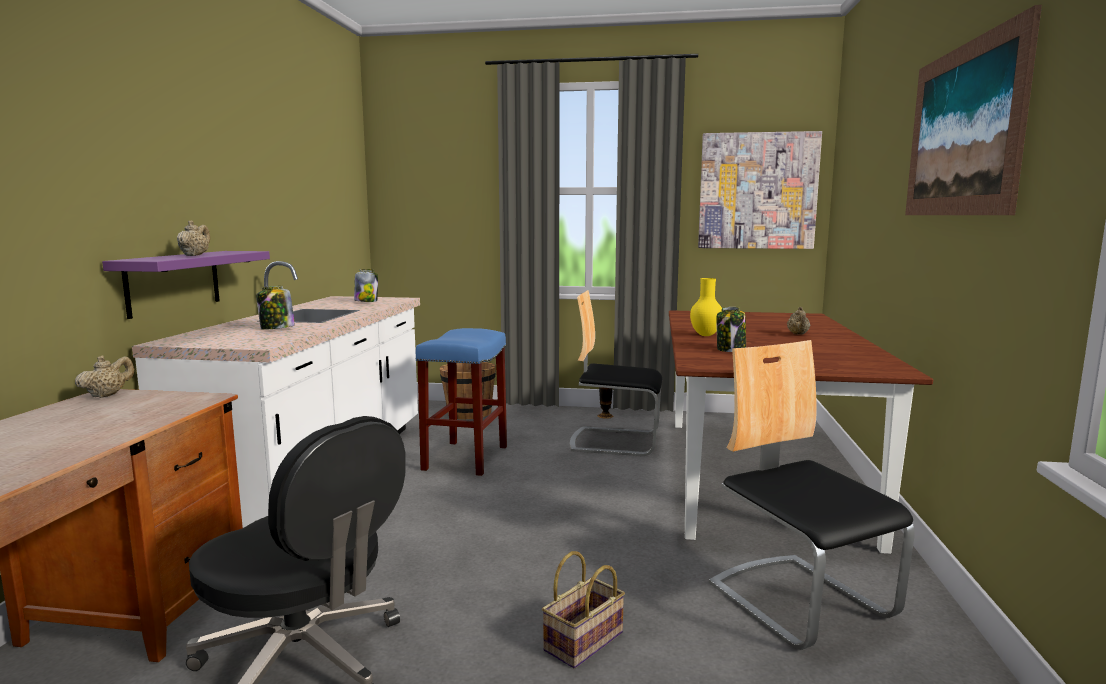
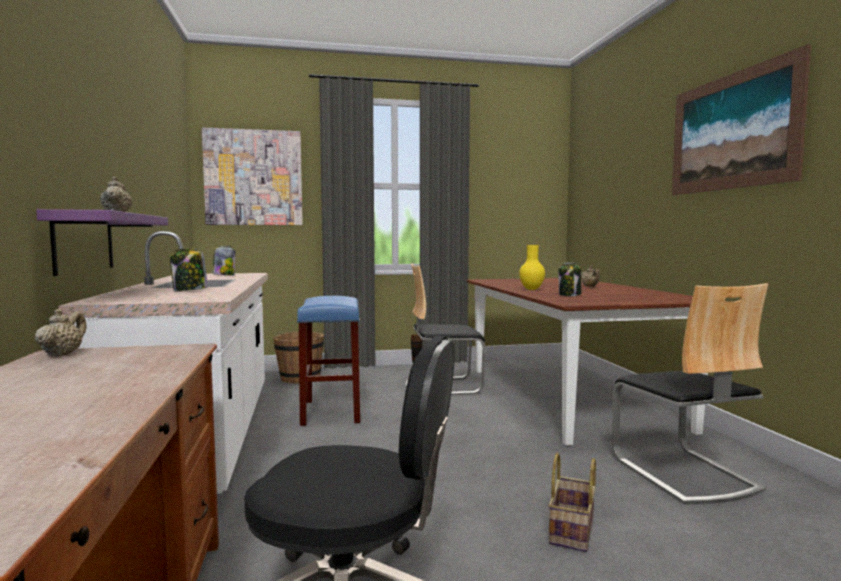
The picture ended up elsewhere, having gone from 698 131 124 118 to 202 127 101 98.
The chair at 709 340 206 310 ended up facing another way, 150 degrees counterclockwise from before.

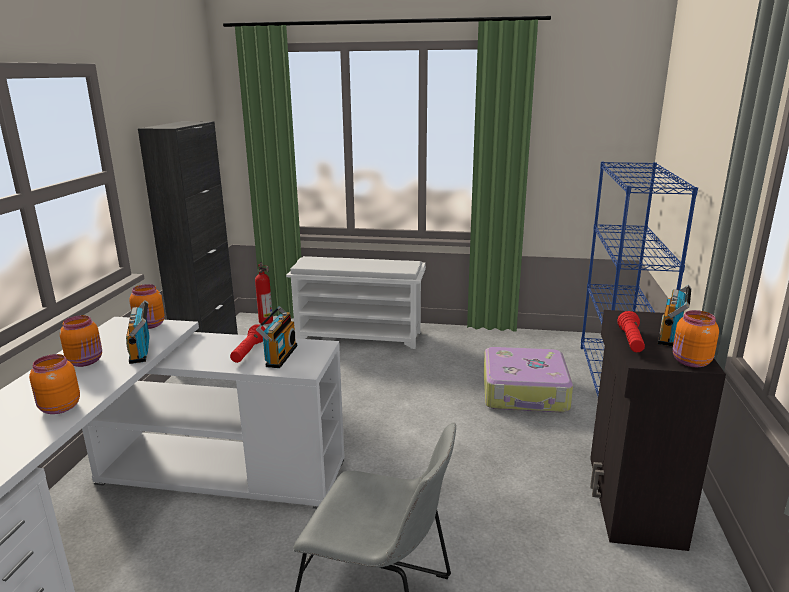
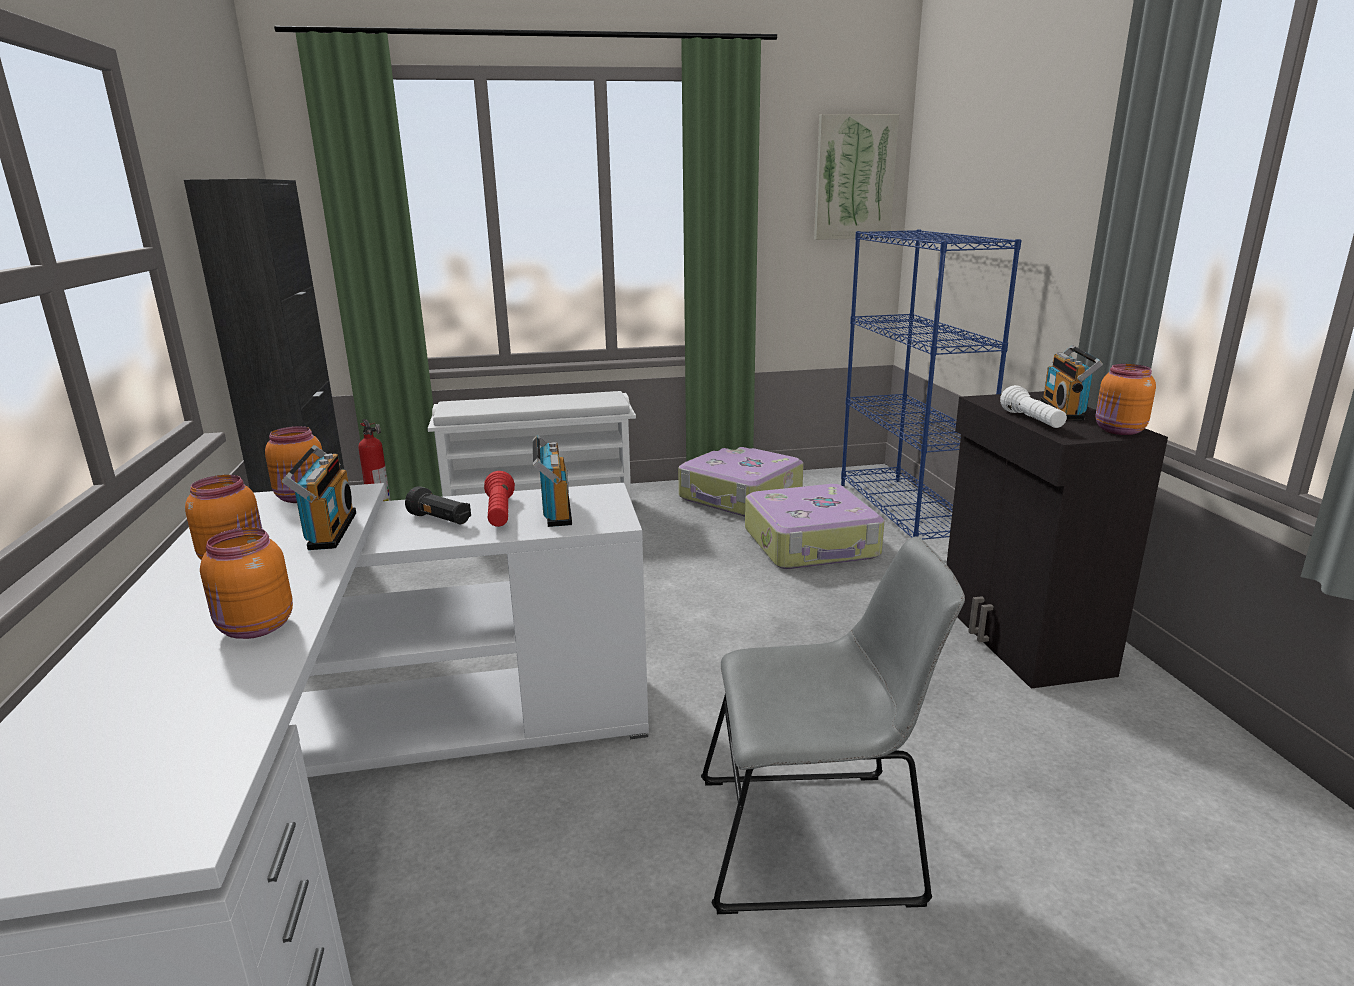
The radio at 126 300 24 64 ended up facing another way, 150 degrees counterclockwise from before.
The second view gained the black_flashlight at 405 486 66 38.
The second view gained the suitcase at 678 447 126 70.
The second view gained the picture at 814 114 85 126.
What was the red_flashlight at 618 311 27 41 turned into the white_flashlight at 1000 385 67 43.

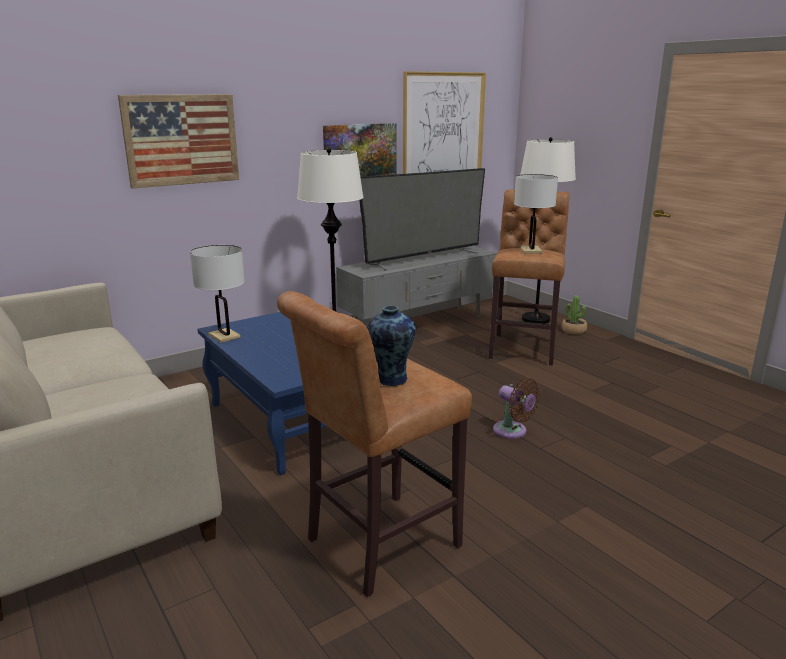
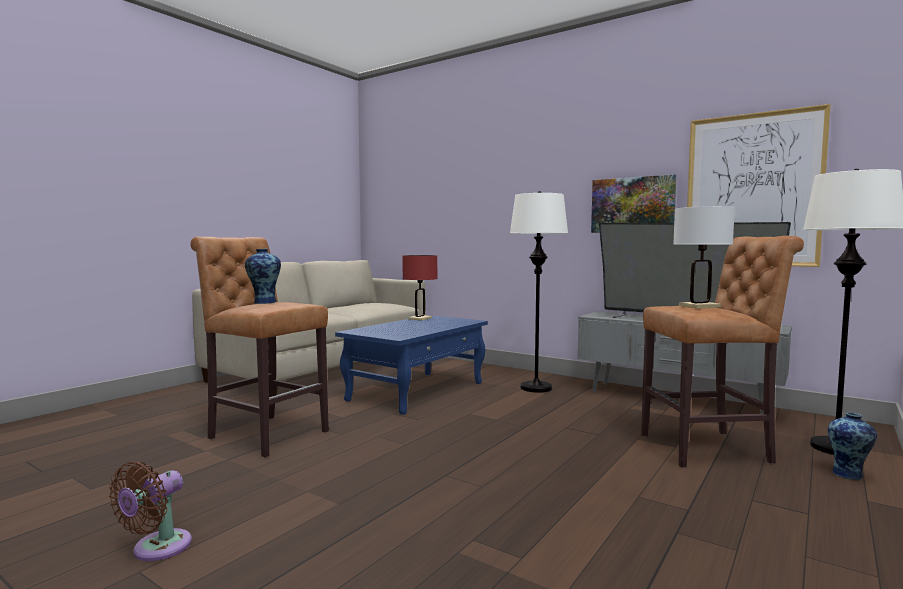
The brown_fan ended up elsewhere, having gone from 493 378 48 61 to 109 462 83 99.
What was the white_table_lamp at 190 245 55 98 turned into the red_table_lamp at 402 255 35 66.
Where the potted_plant stood at 562 295 25 40, the vase came to stand at 828 412 49 68.
The second view lost the picture at 118 94 121 95.

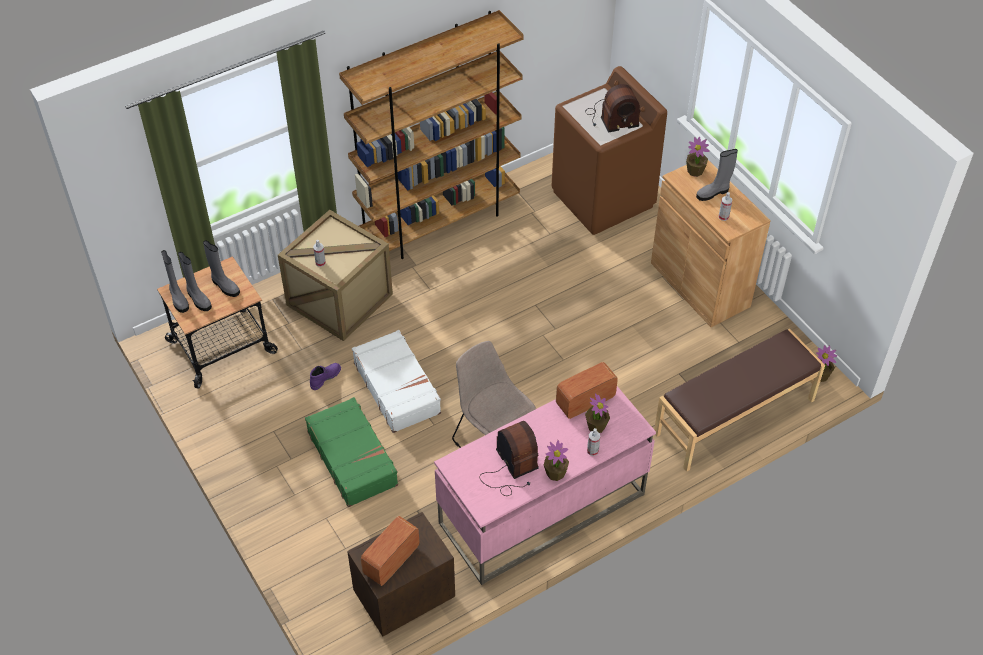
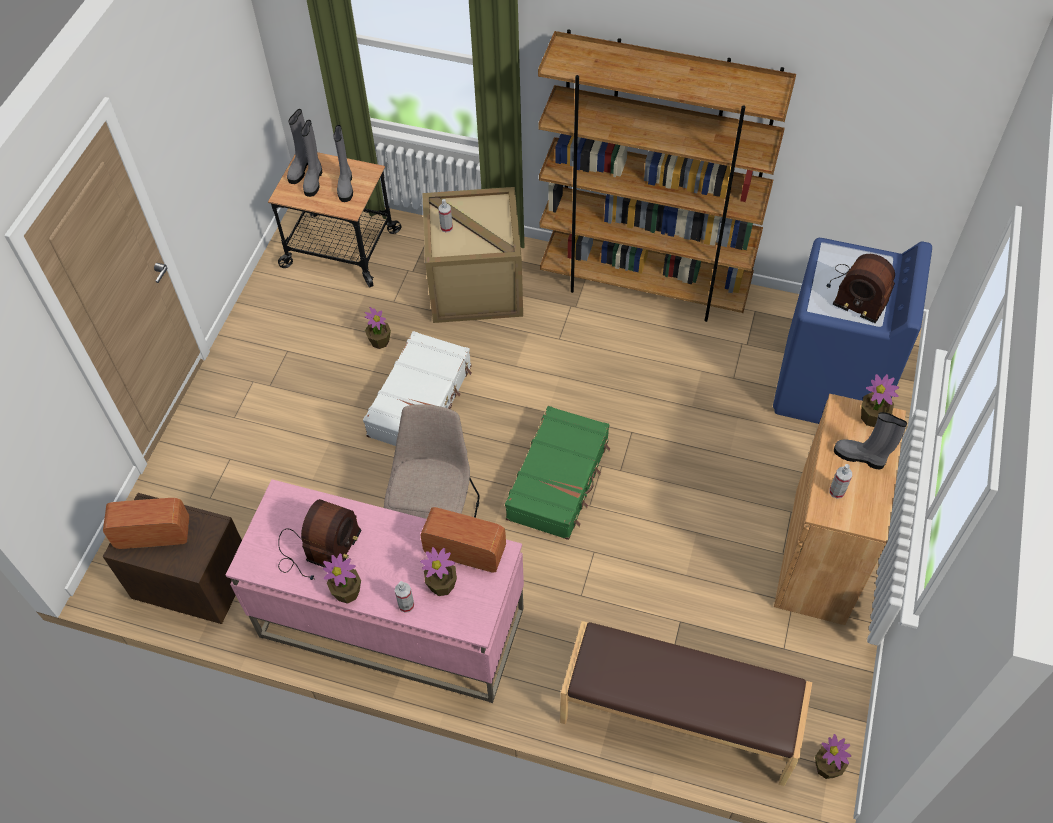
Where the purple_boot stood at 310 363 31 27, the potted_plant came to stand at 364 307 27 42.
The green_suitcase ended up elsewhere, having gone from 305 397 93 110 to 505 406 105 134.
What was the brown_washing_machine at 551 66 116 169 turned into the blue_washing_machine at 773 238 159 186.

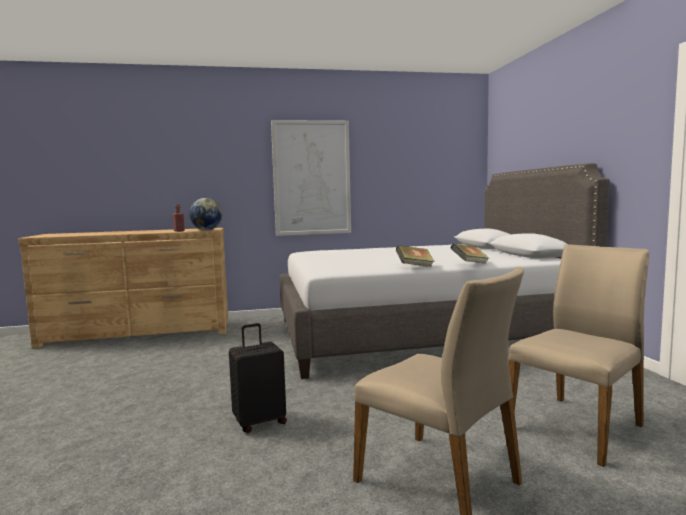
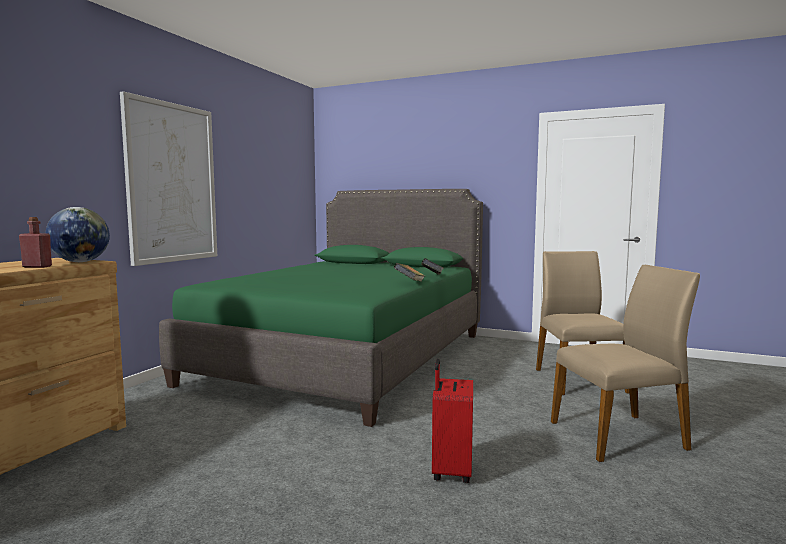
What was the grey_bed at 280 163 330 216 turned into the green_bed at 159 189 324 238.
What was the black_suitcase at 229 323 58 110 turned into the red_suitcase at 432 359 41 124.

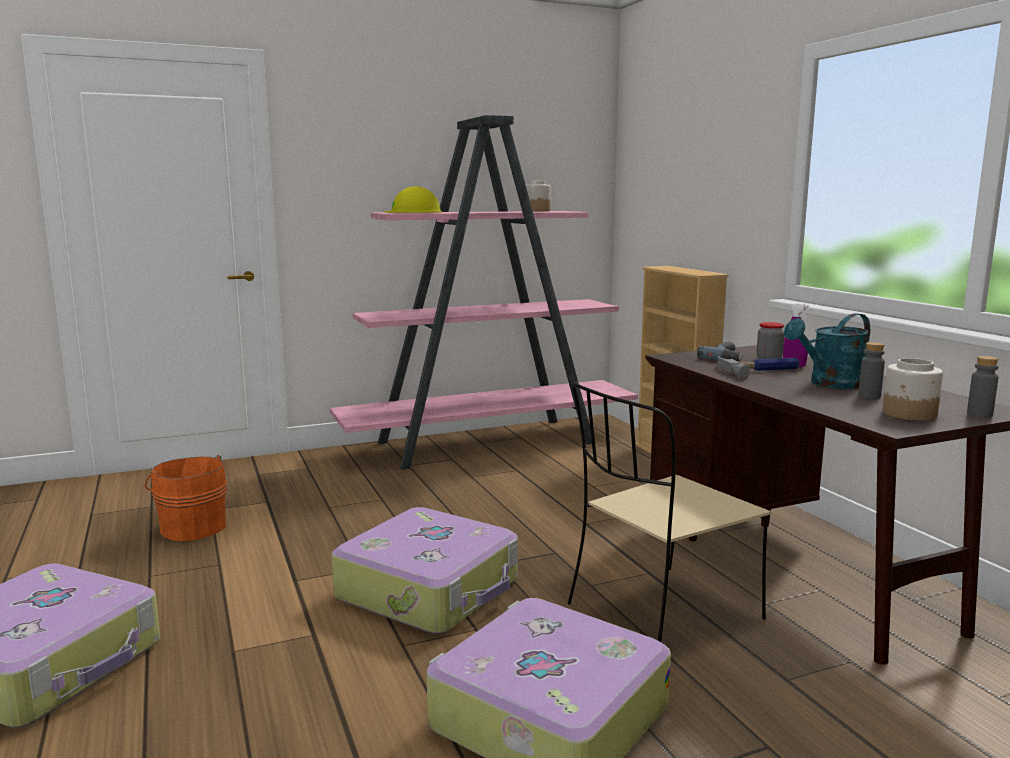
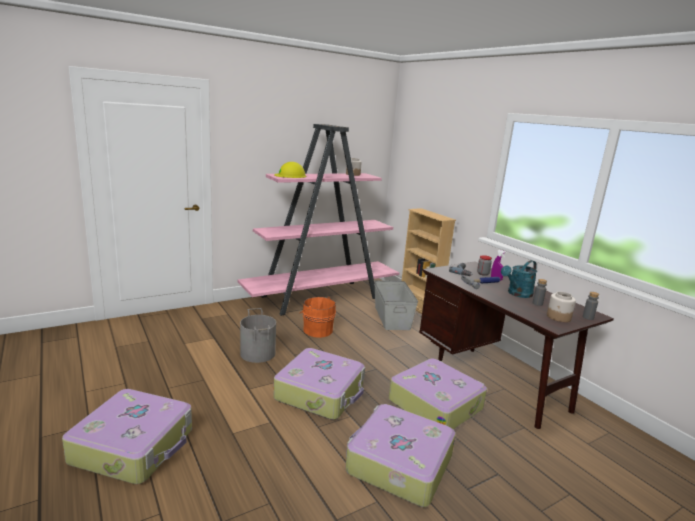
The second view gained the grey_bucket at 240 308 36 55.
The orange_bucket ended up elsewhere, having gone from 145 455 82 86 to 300 296 36 42.
The second view gained the grey_storage_box at 374 281 44 49.
Where the beige_chair stood at 568 383 202 259, the suitcase came to stand at 389 359 98 70.

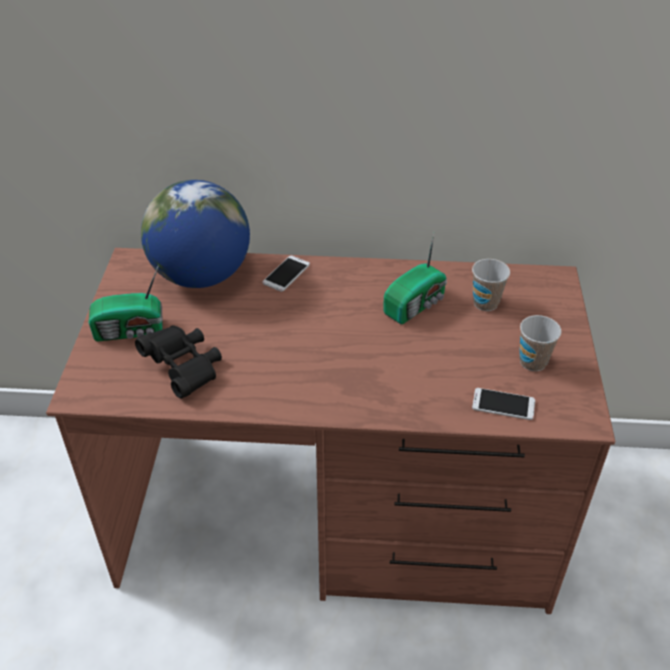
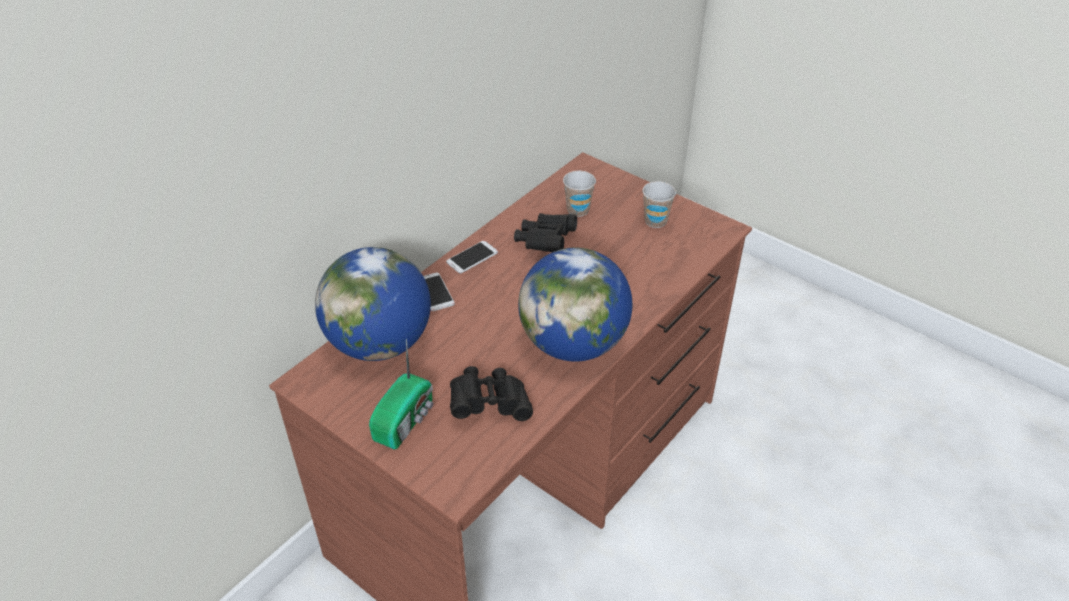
The phone ended up elsewhere, having gone from 472 388 63 32 to 446 241 52 32.
Where the radio stood at 383 230 64 94, the black_binoculars came to stand at 514 213 63 39.
The second view gained the globe at 518 247 115 115.

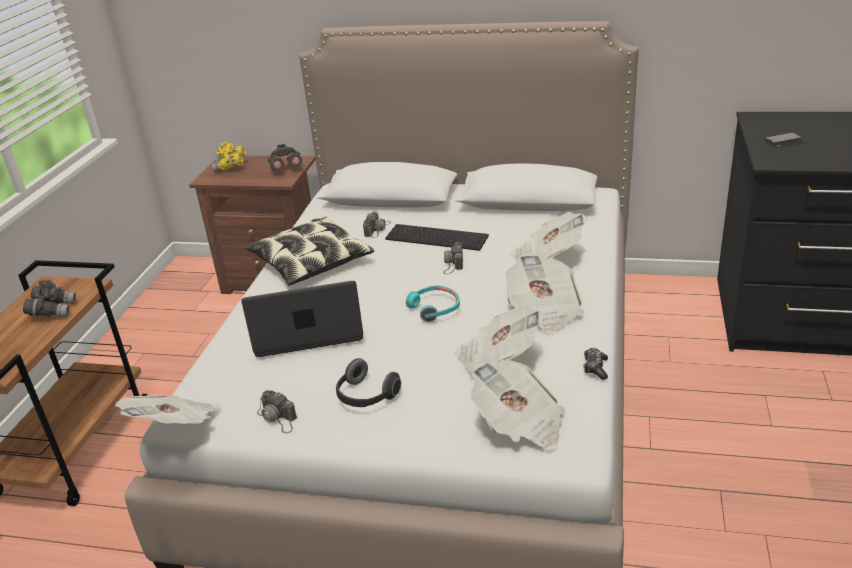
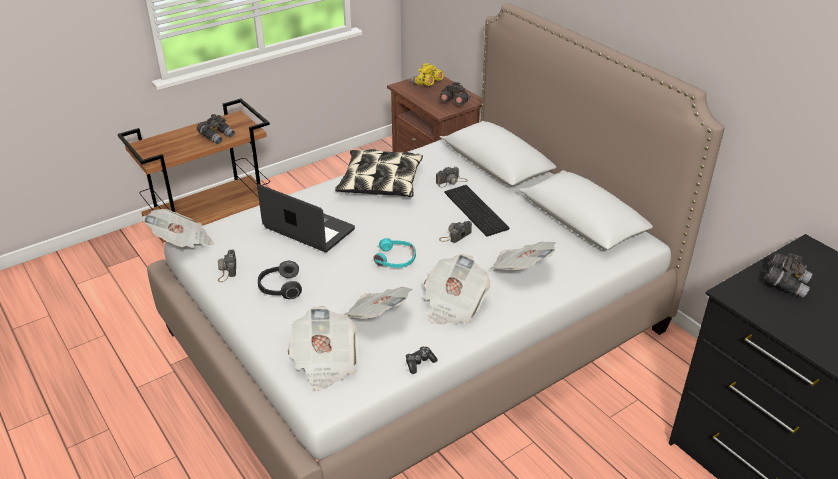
Where the phone stood at 765 132 40 16, the grey_binoculars came to stand at 765 253 48 45.

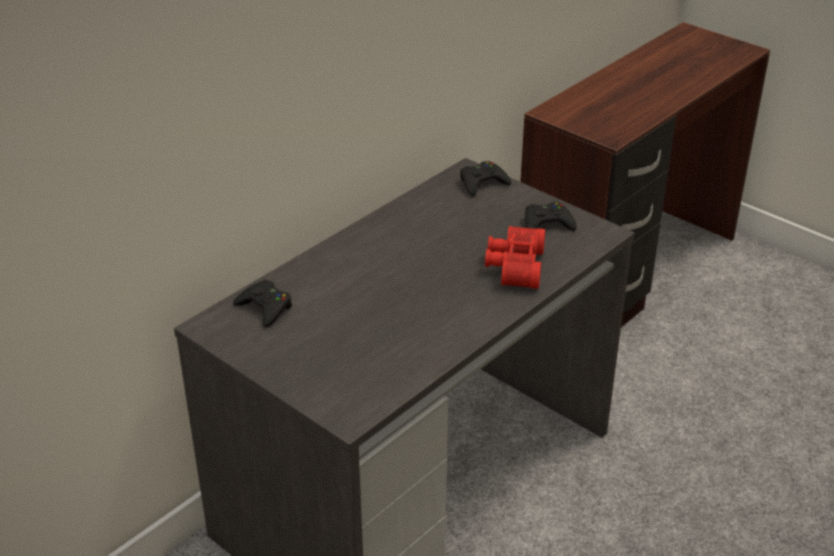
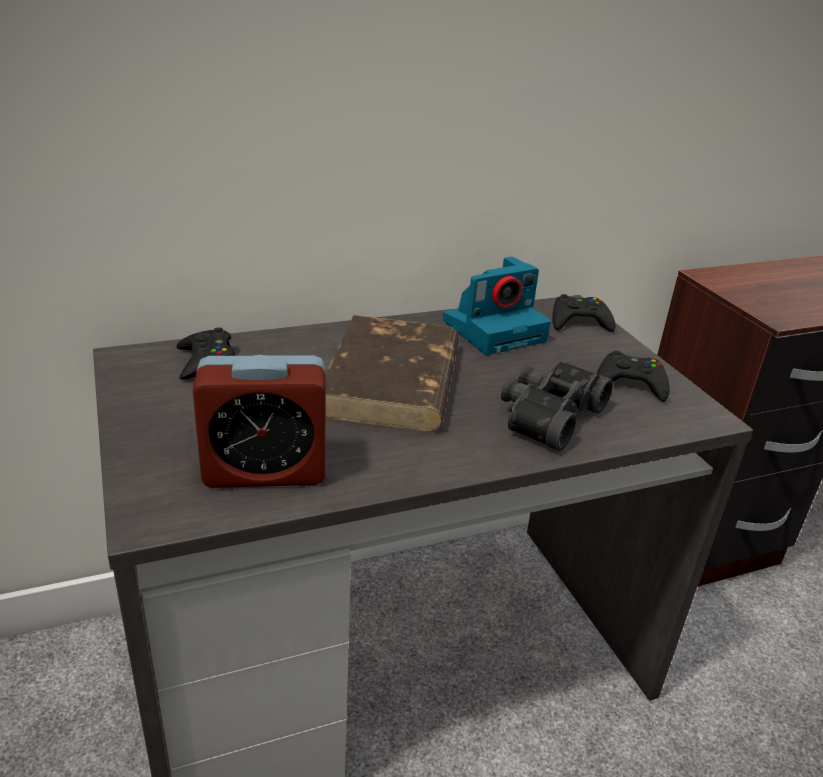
The second view gained the alarm_clock at 192 355 134 133.
The second view gained the brown_book at 325 315 134 117.
The second view gained the photo_camera at 443 257 108 98.
What was the red_binoculars at 485 226 60 63 turned into the black_binoculars at 501 361 112 90.

